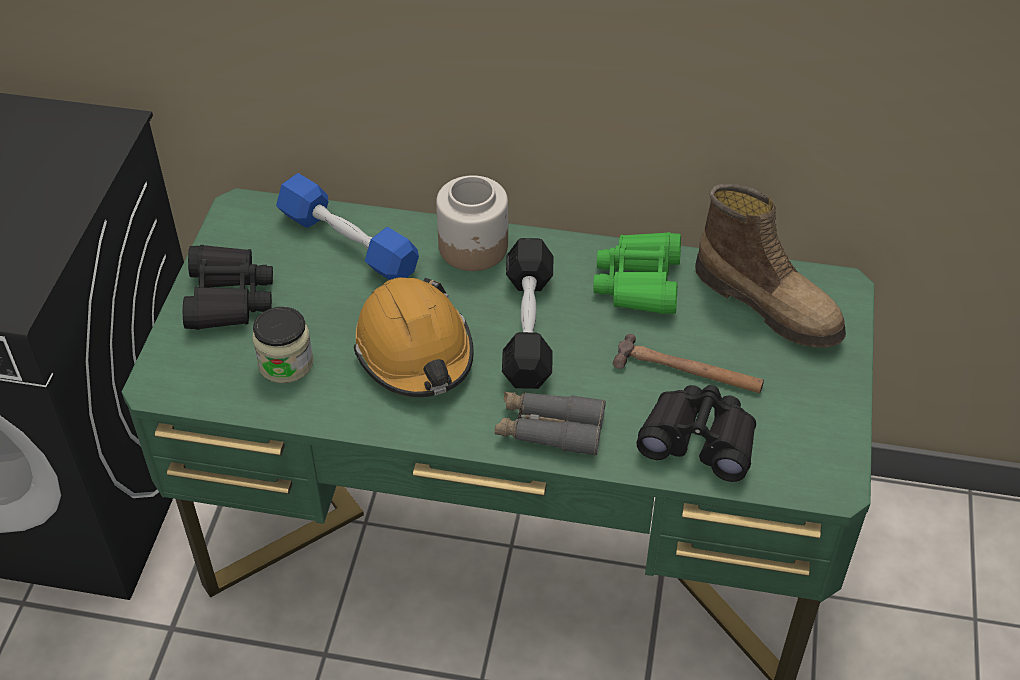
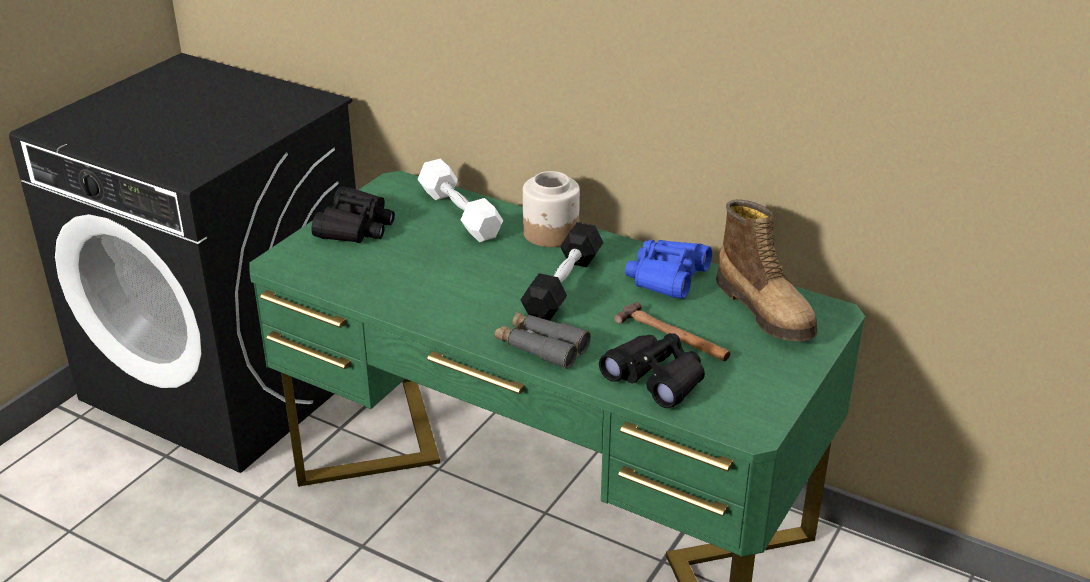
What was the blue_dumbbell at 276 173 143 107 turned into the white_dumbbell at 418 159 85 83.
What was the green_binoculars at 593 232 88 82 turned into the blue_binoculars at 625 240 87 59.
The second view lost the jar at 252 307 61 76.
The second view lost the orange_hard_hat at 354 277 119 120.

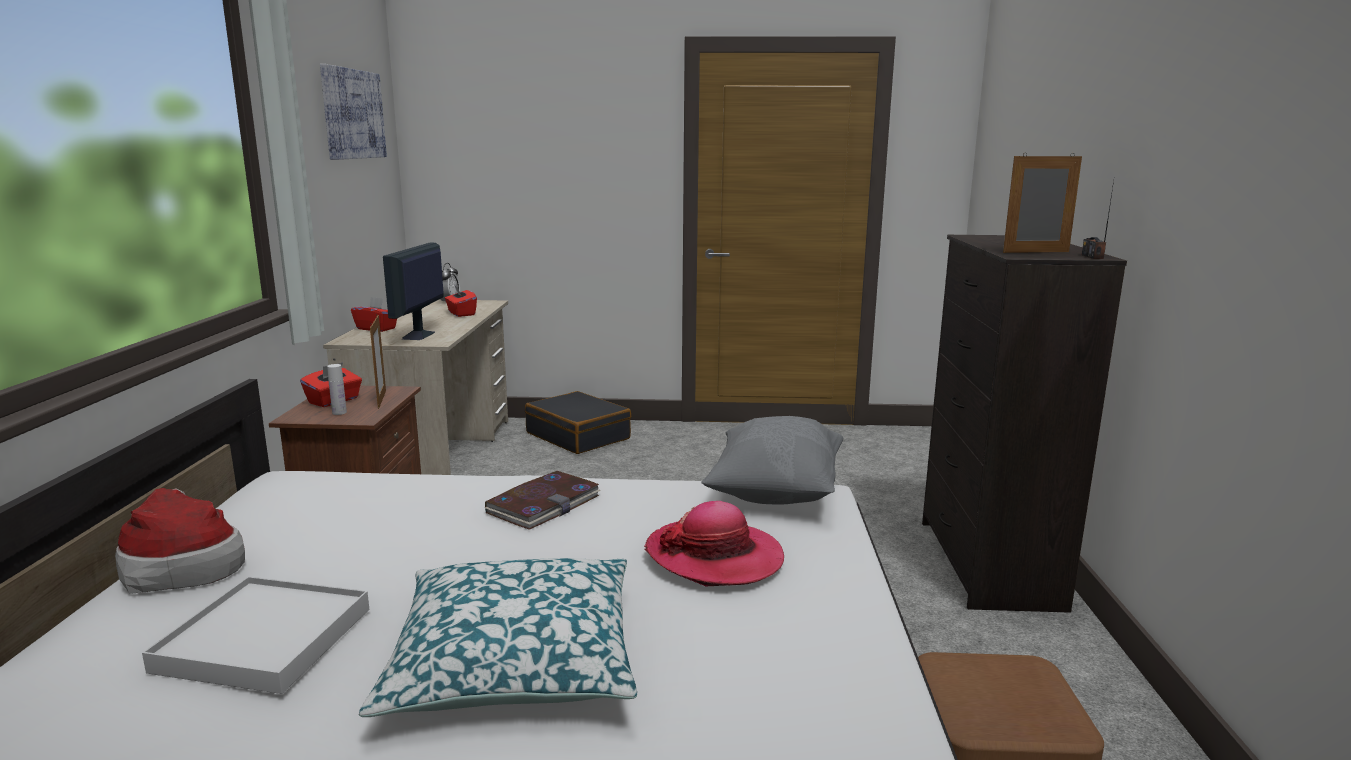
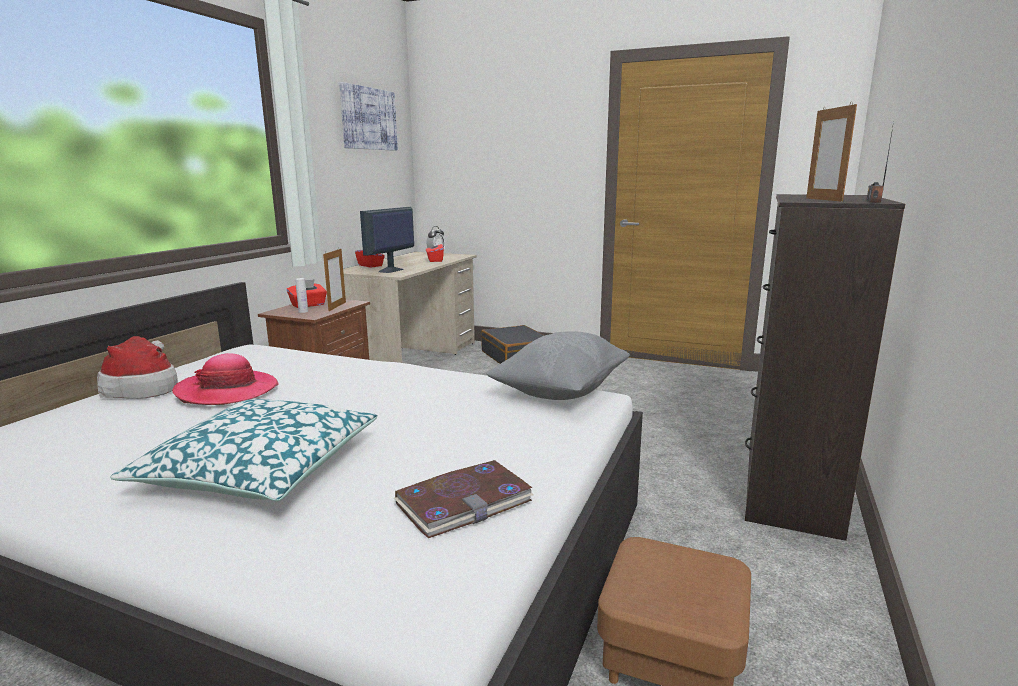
The hat ended up elsewhere, having gone from 644 501 140 85 to 172 353 107 52.
The book ended up elsewhere, having gone from 485 471 115 59 to 394 460 140 78.
The picture_frame at 1003 153 79 100 ended up facing another way, 105 degrees counterclockwise from before.
The second view lost the white_tray at 142 576 227 118.

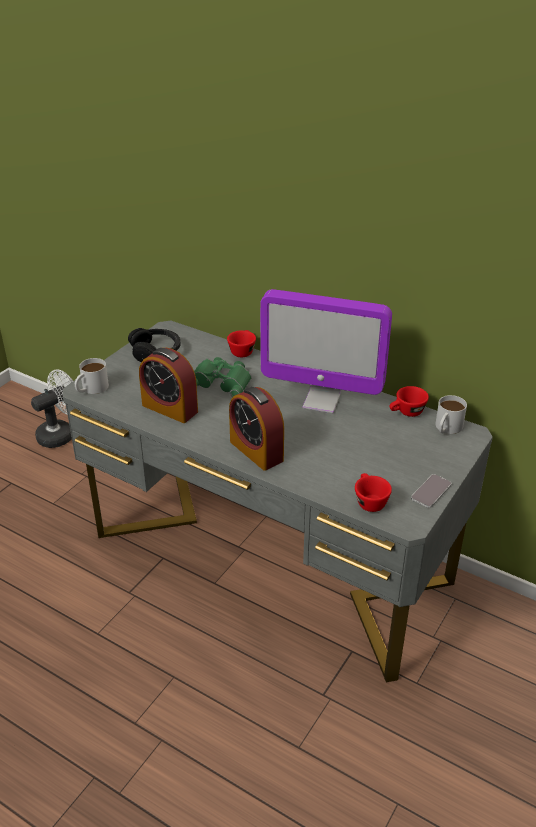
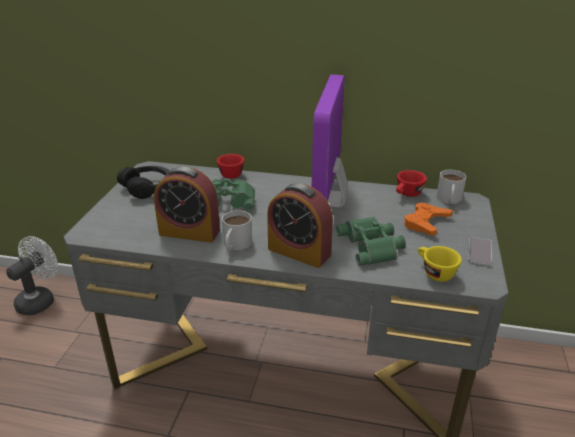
The white_mug ended up elsewhere, having gone from 75 358 34 36 to 222 210 30 40.
The monitor at 260 289 132 124 ended up facing another way, 105 degrees clockwise from before.
The second view gained the green_binoculars at 336 216 70 50.
The second view gained the orange_game_controller at 404 202 49 33.
What was the red_cup at 355 473 37 39 turned into the yellow_cup at 418 246 44 36.

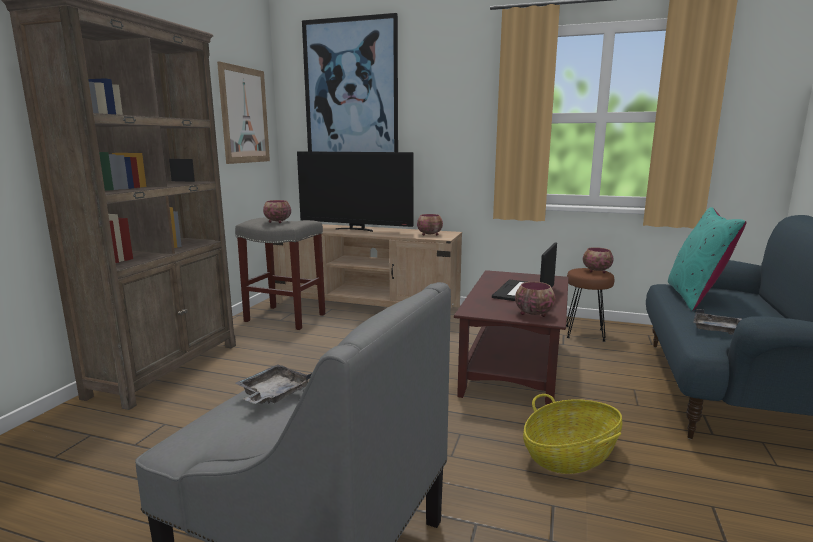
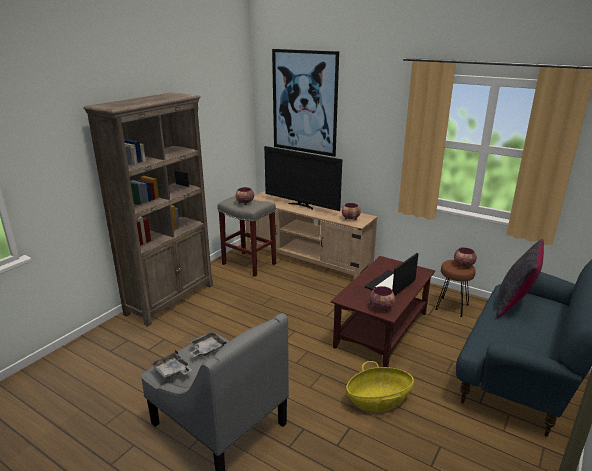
The grey_tray ended up elsewhere, having gone from 693 309 49 26 to 150 350 43 29.
What was the turquoise_pillow at 668 207 78 104 turned into the black_pillow at 496 239 48 79.
The second view lost the picture at 217 61 53 103.

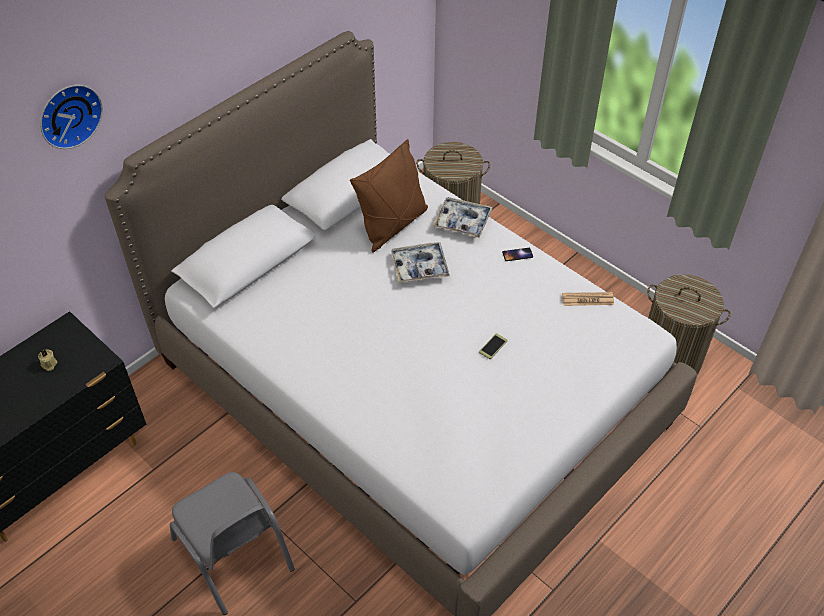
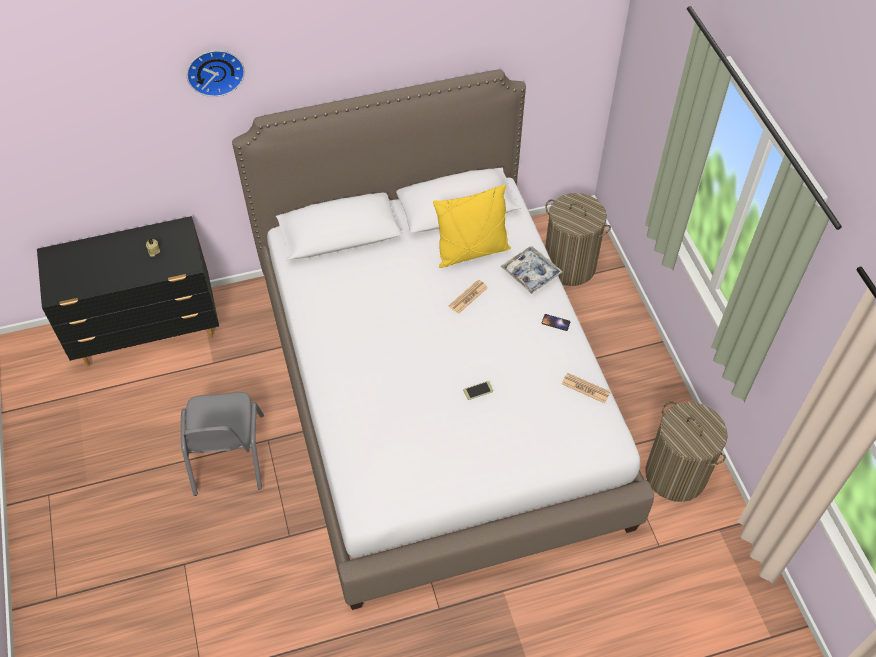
What was the brown_pillow at 350 139 78 114 turned into the yellow_pillow at 433 184 78 84.
Where the tray stood at 391 242 59 41, the newspaper came to stand at 449 280 39 34.

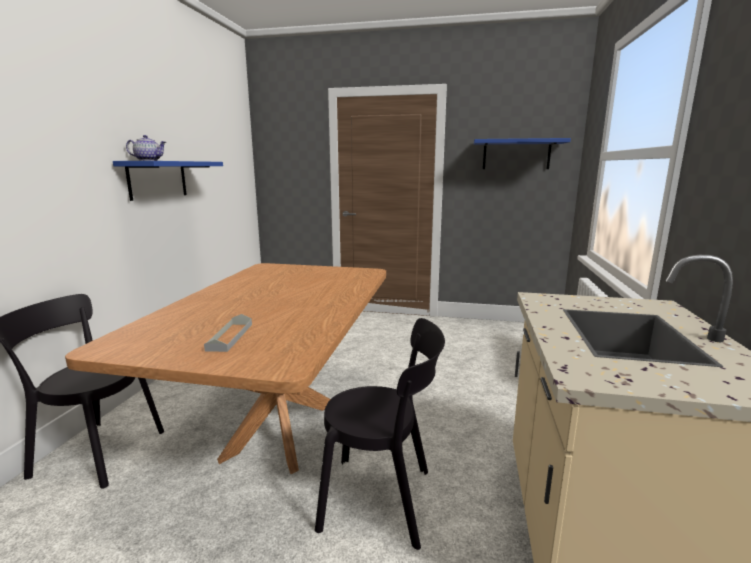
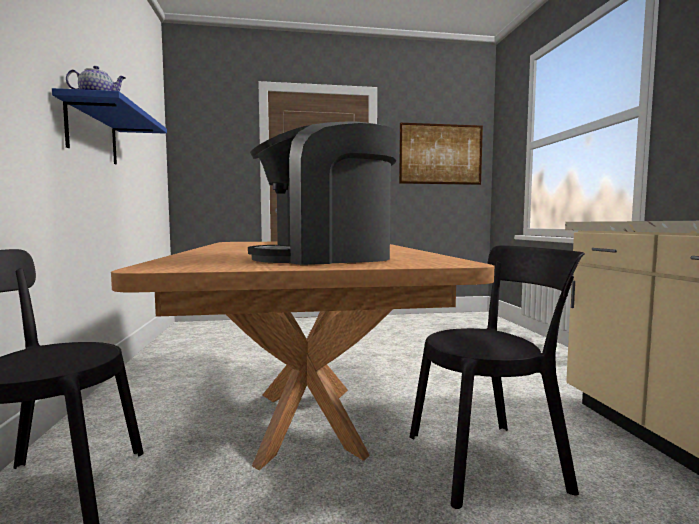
Where the grey_tray stood at 204 314 48 38, the coffee_machine came to stand at 248 121 149 144.
Where the blue_shelf hung at 474 138 97 31, the picture came to hang at 399 123 84 62.

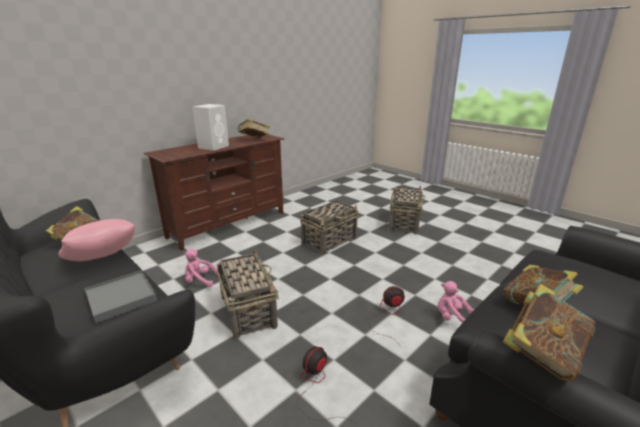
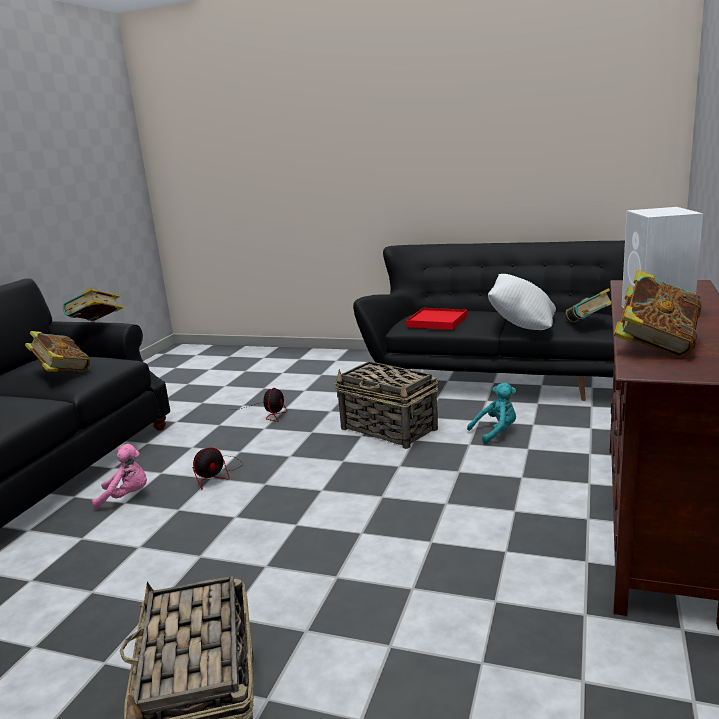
What was the grey_tray at 85 270 72 53 turned into the red_tray at 406 308 61 22.
What was the pink_plush_toy at 184 249 34 38 turned into the turquoise_plush_toy at 467 382 49 62.
What was the pink_pillow at 58 219 77 42 turned into the white_pillow at 488 274 68 56.
The second view lost the basket at 300 200 59 55.

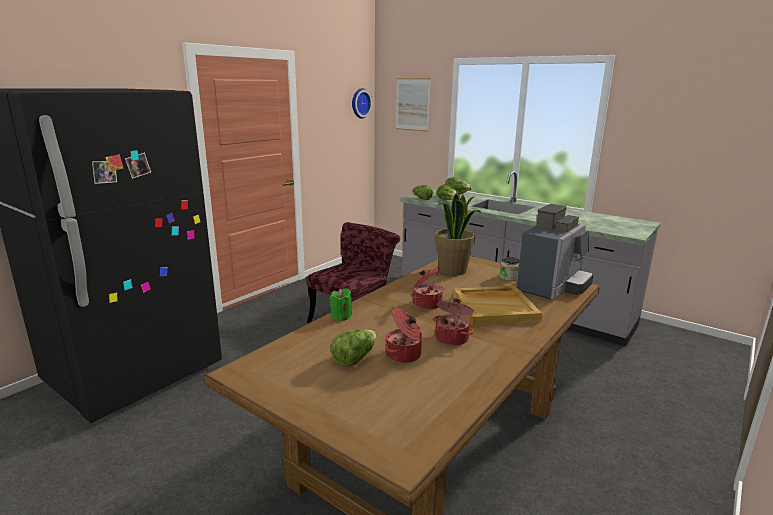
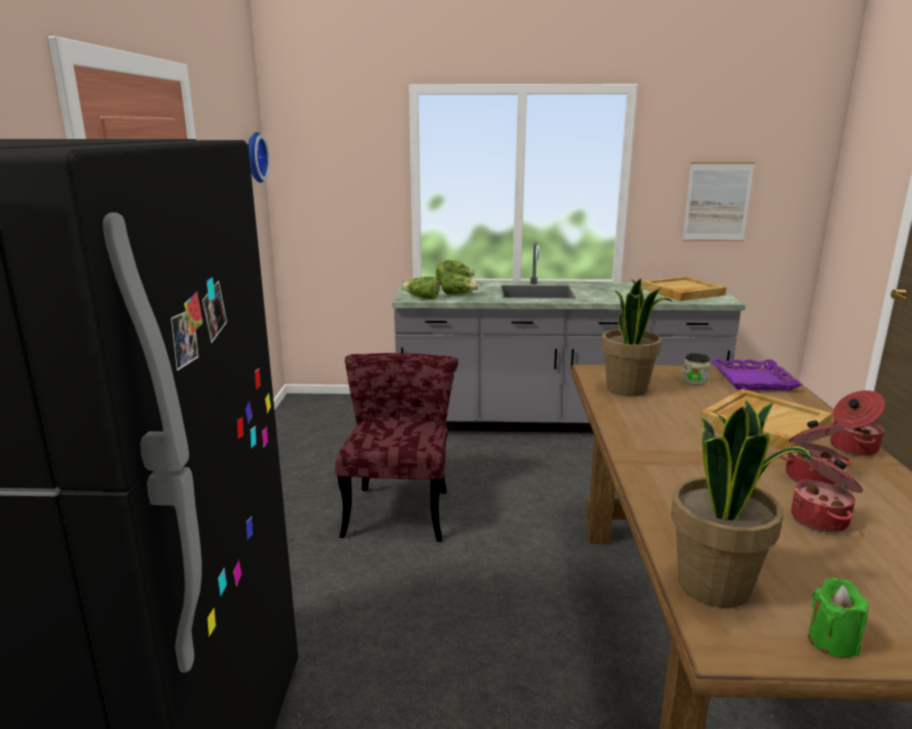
The second view gained the beige_tray at 642 276 85 25.
The second view gained the potted_plant at 671 400 143 208.
The picture ended up elsewhere, having gone from 396 78 35 54 to 682 162 73 79.
Where the coffee_machine stood at 517 204 76 96, the purple_tray came to stand at 711 359 92 32.
The green_candle ended up elsewhere, having gone from 329 288 23 33 to 808 578 61 80.
The cooking_pot ended up elsewhere, having gone from 411 267 33 43 to 830 390 55 66.
The second view lost the lettuce at 331 329 45 37.

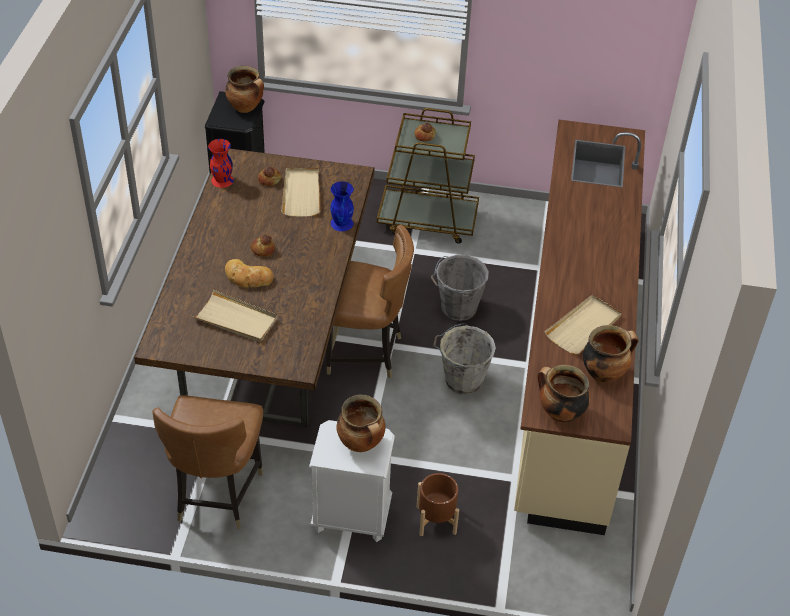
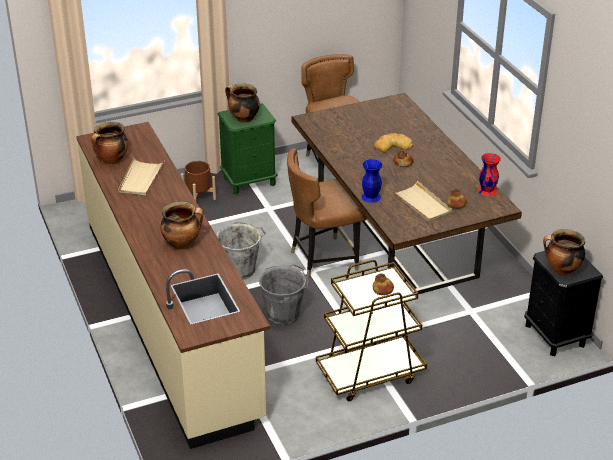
The cooking_pot ended up elsewhere, having gone from 538 365 52 58 to 160 201 43 49.
What was the white_nightstand at 309 420 86 122 turned into the green_nightstand at 218 103 59 92.
The second view lost the beige_tray at 193 290 85 52.

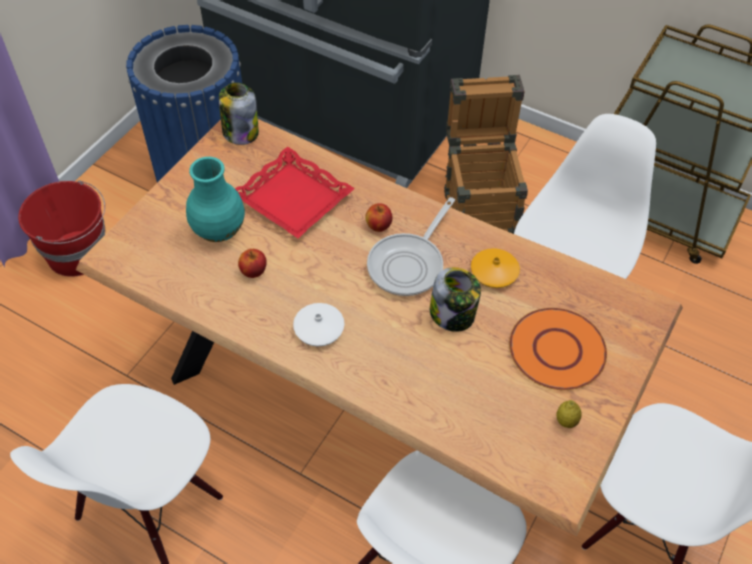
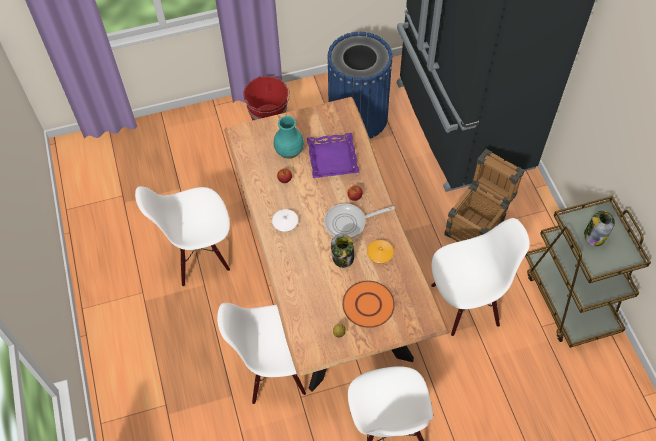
What was the red_tray at 235 147 120 91 turned into the purple_tray at 307 133 53 45.
The jar ended up elsewhere, having gone from 219 82 40 63 to 584 211 31 35.

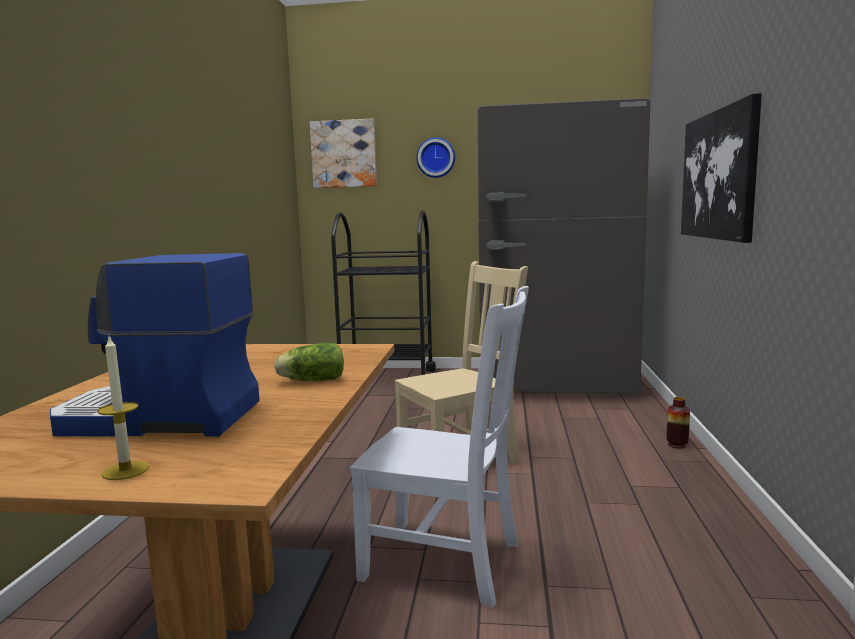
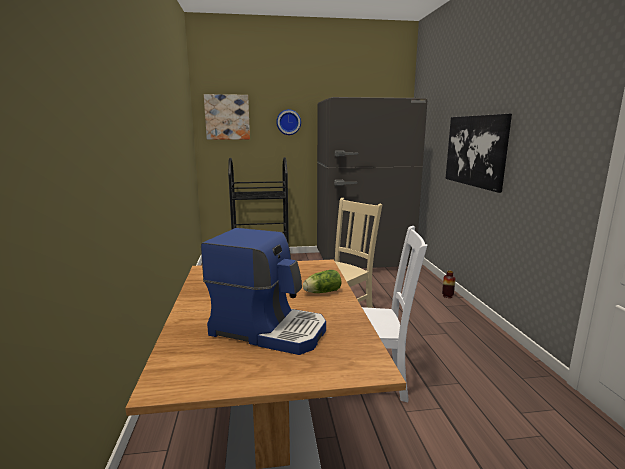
The coffee_machine at 50 253 210 184 ended up facing another way, 150 degrees counterclockwise from before.
The second view lost the candle at 97 336 52 144.

